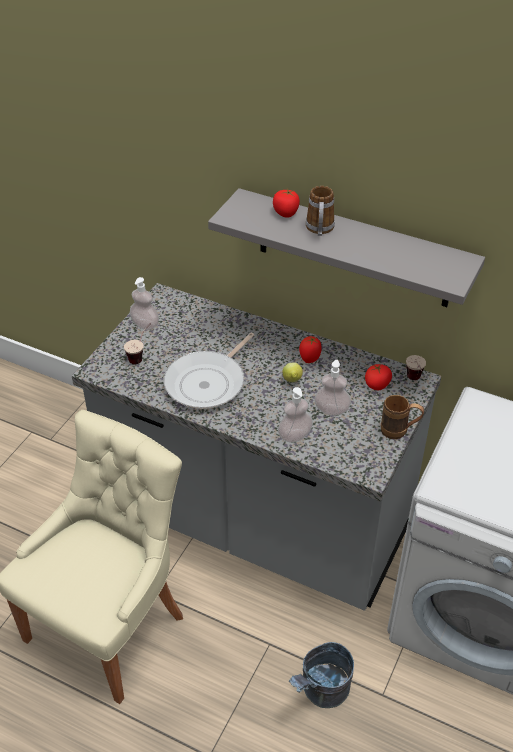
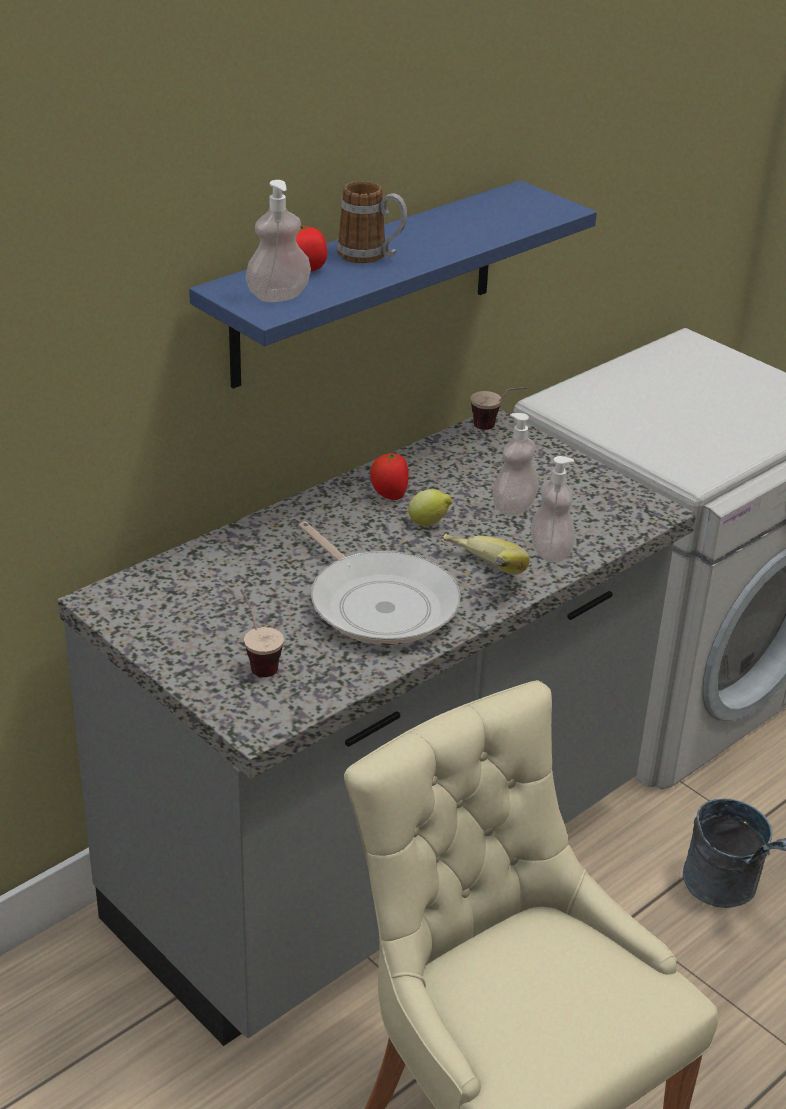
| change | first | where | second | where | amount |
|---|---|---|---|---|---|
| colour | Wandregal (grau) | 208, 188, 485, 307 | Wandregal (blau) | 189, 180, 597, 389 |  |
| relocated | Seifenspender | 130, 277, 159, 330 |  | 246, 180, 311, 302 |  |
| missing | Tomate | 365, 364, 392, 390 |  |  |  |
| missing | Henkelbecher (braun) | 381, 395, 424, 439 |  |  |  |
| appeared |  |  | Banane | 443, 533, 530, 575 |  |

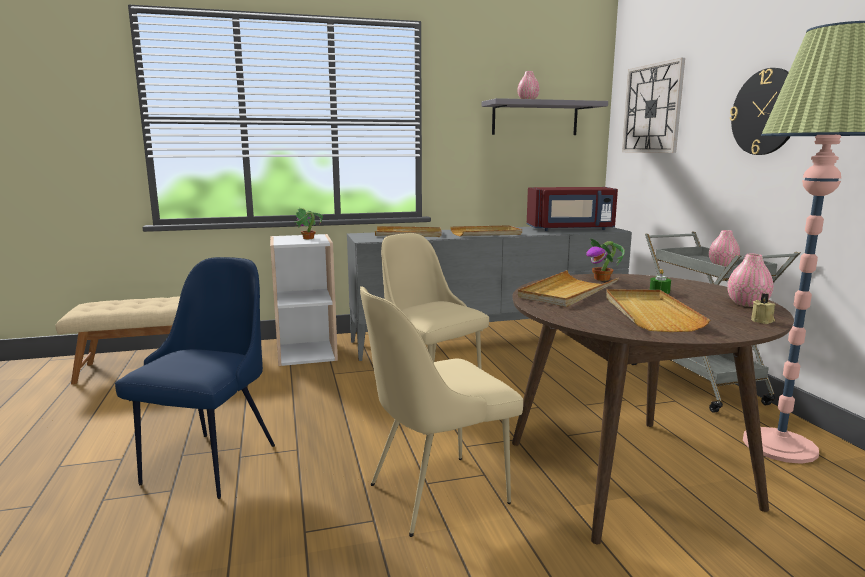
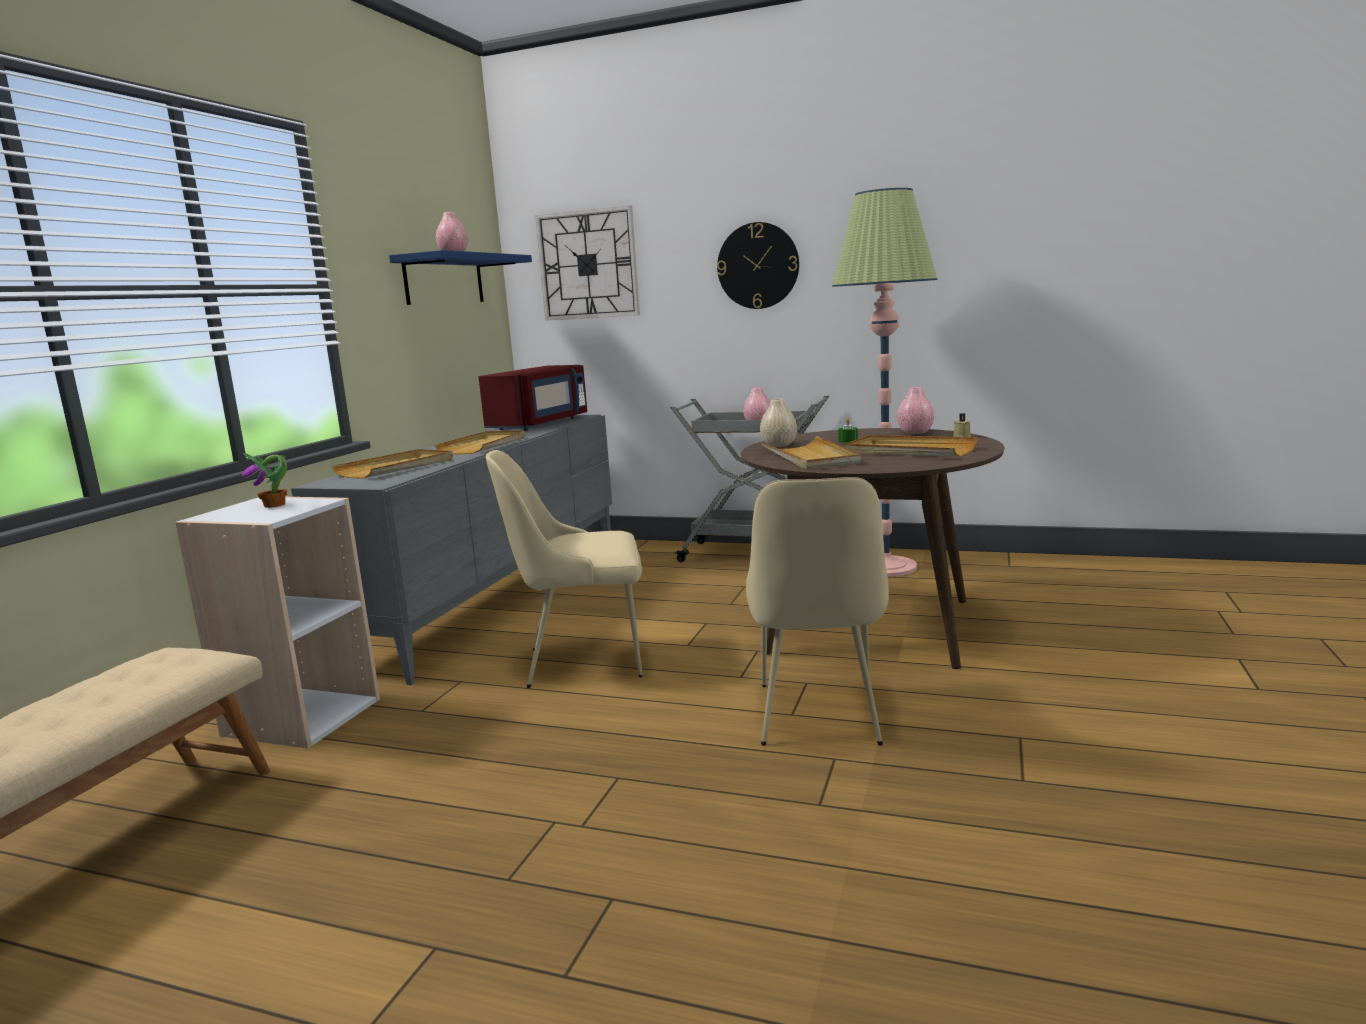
| change | first | where | second | where | amount |
|---|---|---|---|---|---|
| colour | Wandregal (grau) | 481, 98, 608, 135 | Wandregal (blau) | 389, 250, 532, 305 |  |
| exchanged | Topfpflanze | 586, 238, 625, 281 | Vase (beige) | 760, 399, 797, 447 |  |
| missing | Stuhl (blau) | 115, 257, 275, 499 |  |  |  |

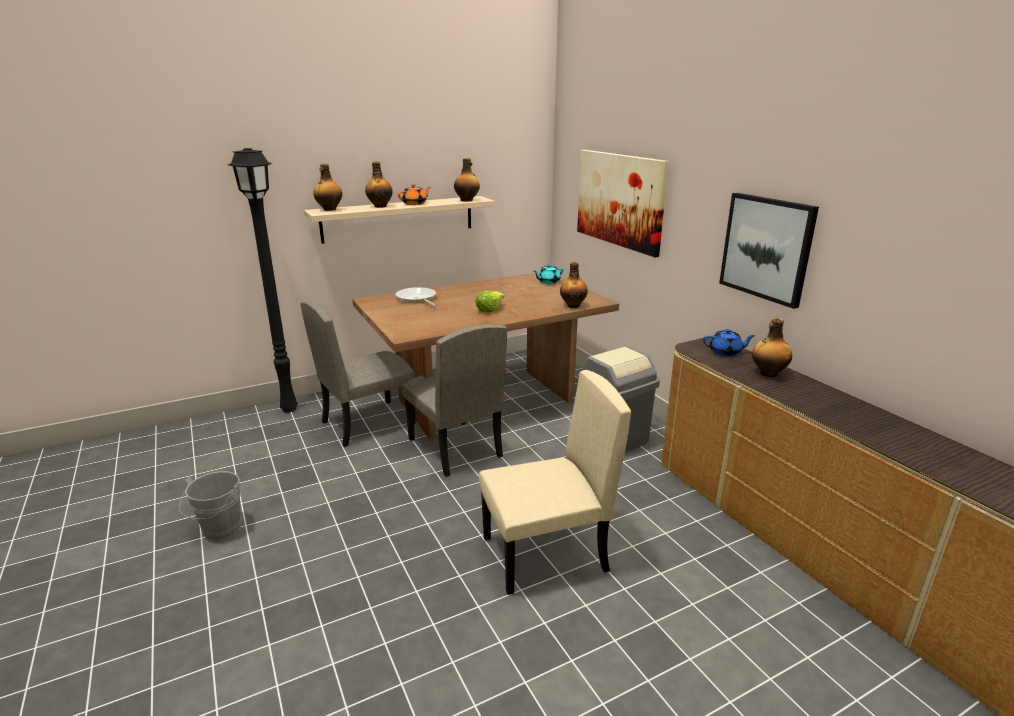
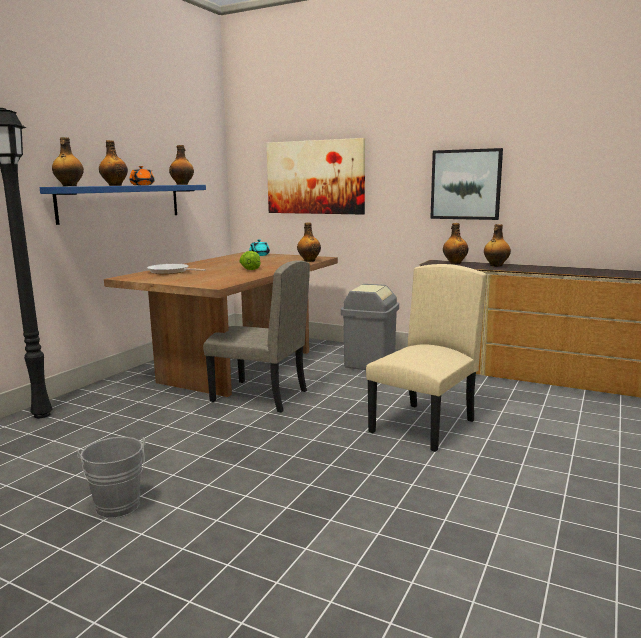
| change | first | where | second | where | amount |
|---|---|---|---|---|---|
| colour | Wandregal (beige) | 304, 196, 495, 244 | Wandregal (blau) | 39, 185, 206, 225 |  |
| missing | Stuhl (beige) | 300, 301, 416, 447 |  |  |  |
| exchanged | Teekanne (blau) | 703, 329, 756, 357 | Flasche | 443, 223, 468, 264 |  |

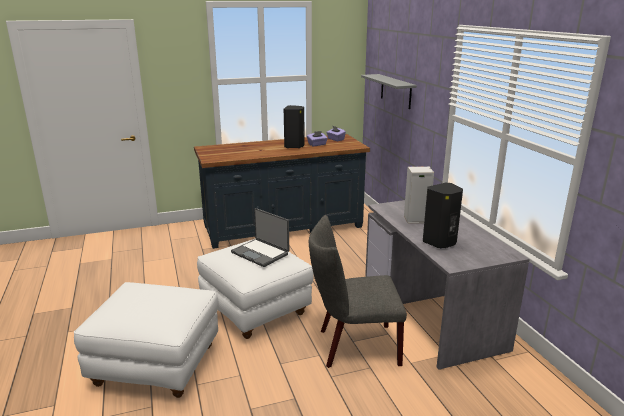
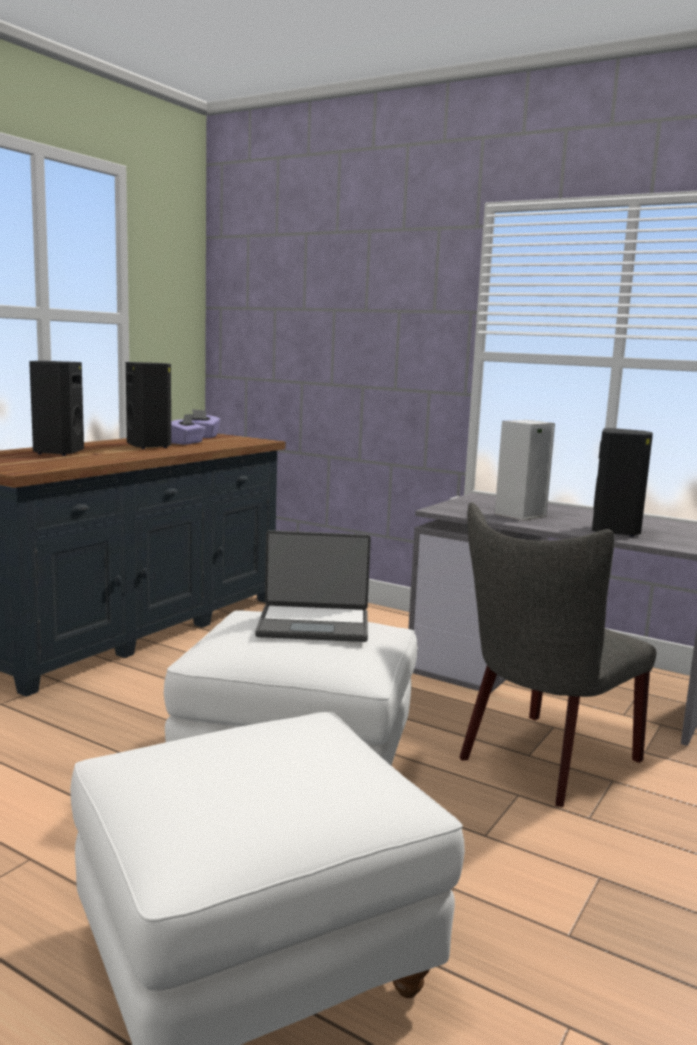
| change | first | where | second | where | amount |
|---|---|---|---|---|---|
| missing | Wandregal (grau) | 361, 74, 417, 109 |  |  |  |
| appeared |  |  | Lautsprecher (schwarz) | 29, 361, 84, 456 |  |

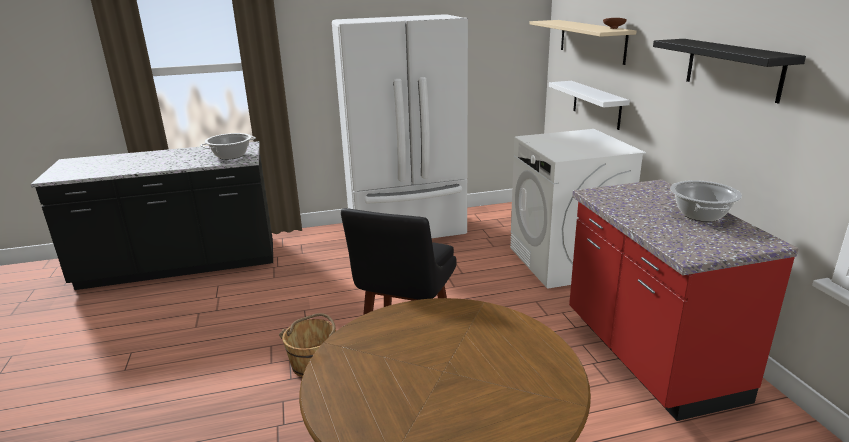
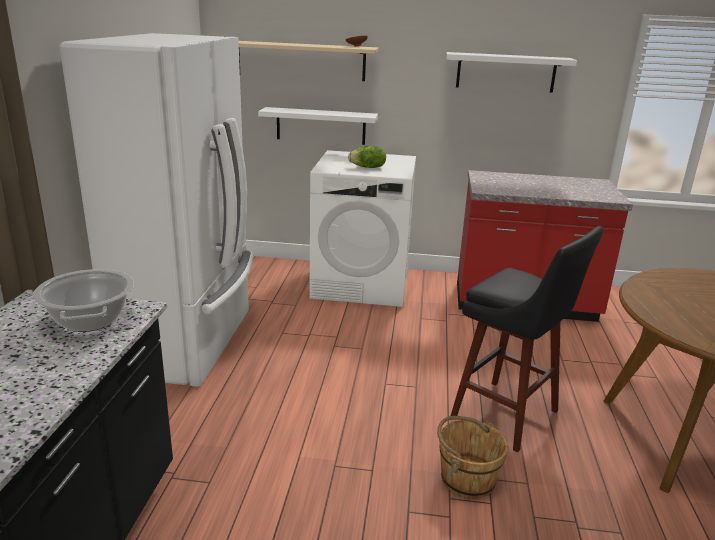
| change | first | where | second | where | amount |
|---|---|---|---|---|---|
| colour | Wandregal (schwarz) | 653, 39, 806, 103 | Wandregal (weiß) | 446, 52, 577, 93 |  |
| missing | Kochtopf | 670, 180, 742, 222 |  |  |  |
| appeared |  |  | Salatkopf | 348, 146, 386, 168 |  |

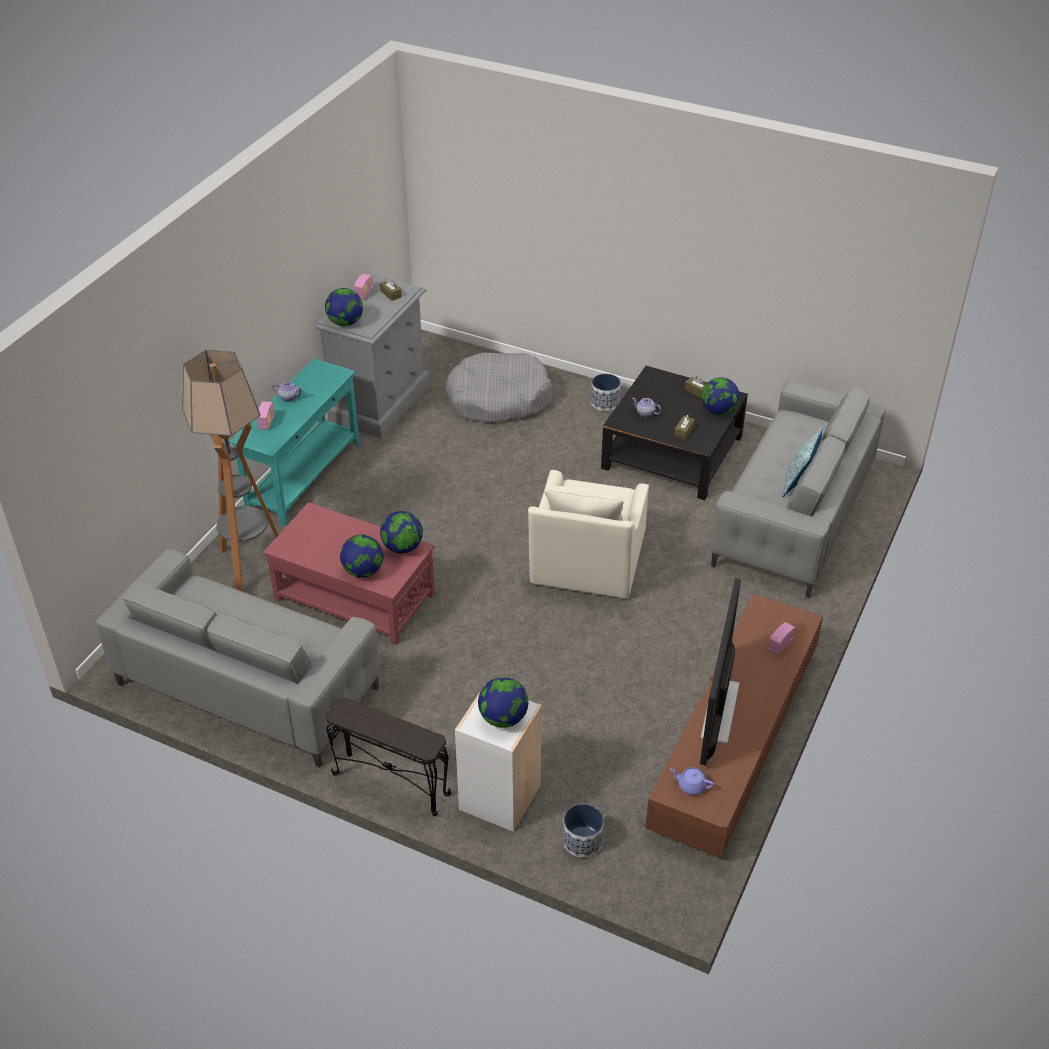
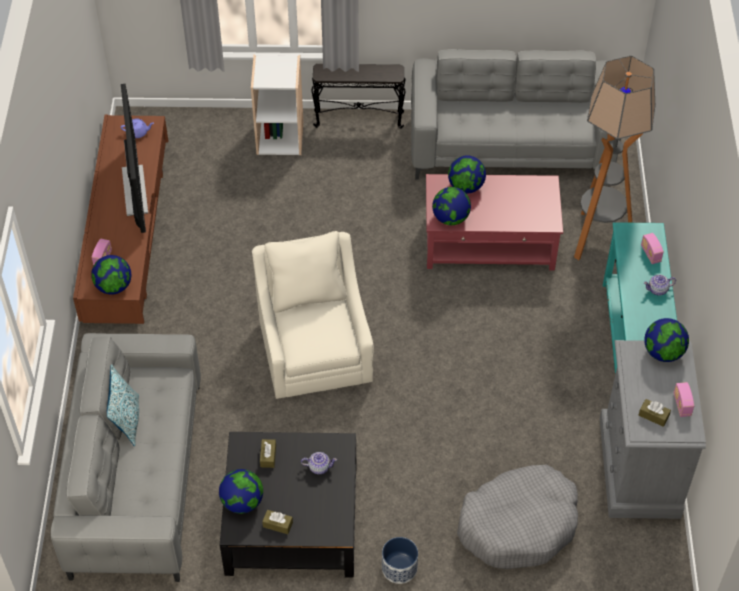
| change | first | where | second | where | amount |
|---|---|---|---|---|---|
| relocated | Globus | 478, 677, 528, 728 |  | 91, 255, 131, 295 |  |
| missing | Pflanzkübel | 563, 804, 604, 858 |  |  |  |

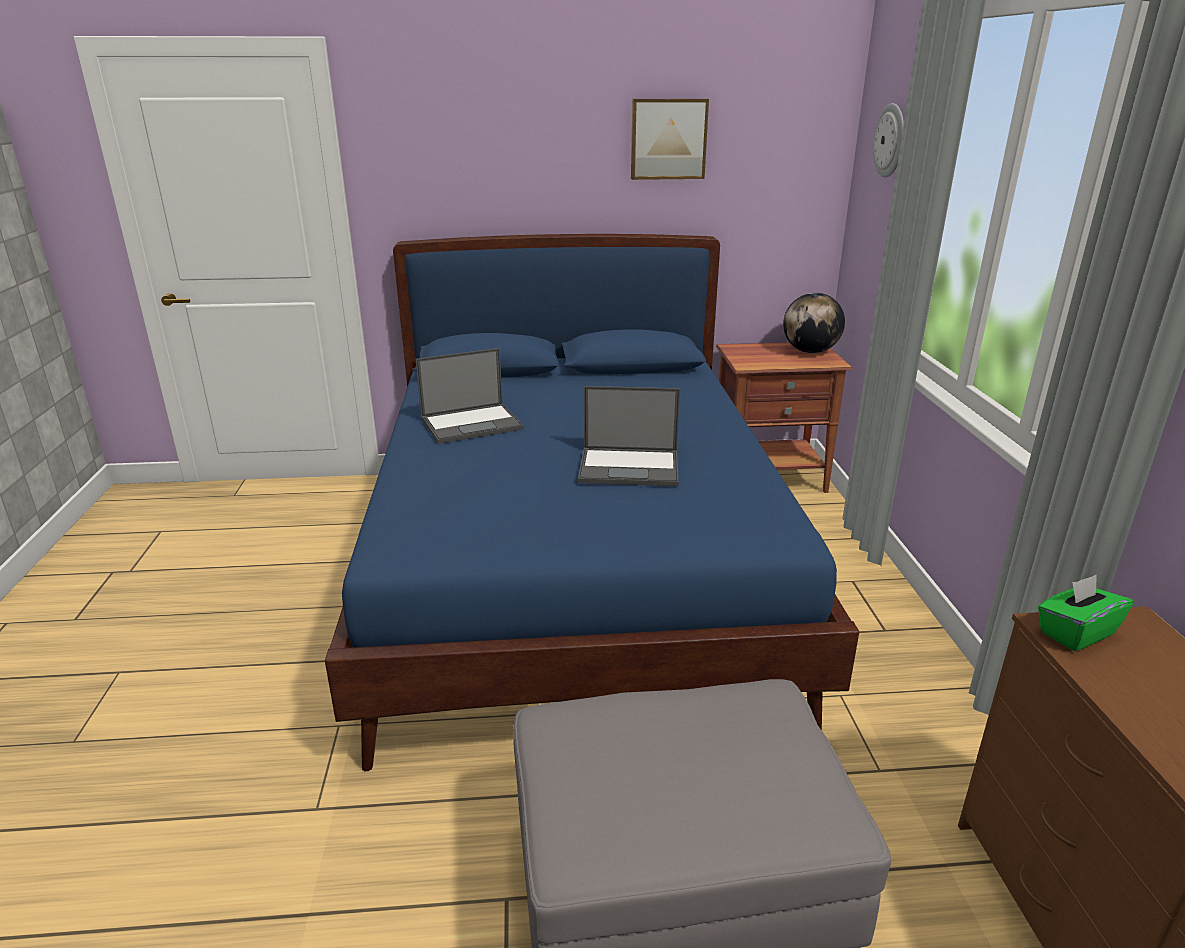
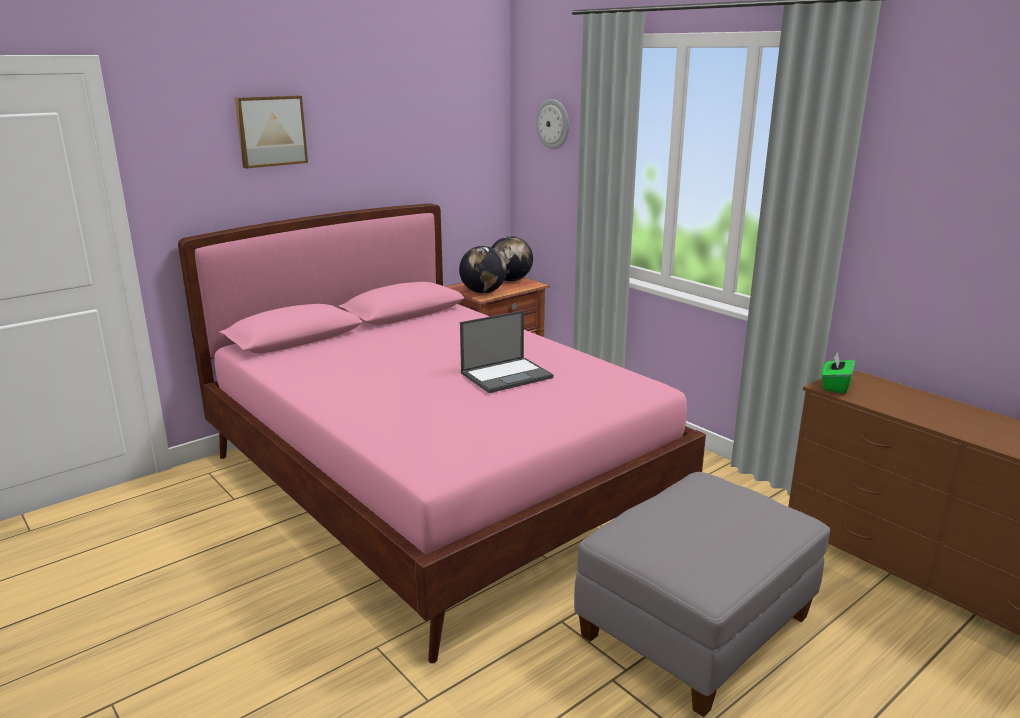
| change | first | where | second | where | amount |
|---|---|---|---|---|---|
| relocated | Bild | 631, 99, 709, 180 |  | 235, 96, 308, 169 |  |
| colour | Bett (blau) | 325, 234, 860, 771 | Bett (rosa) | 178, 203, 706, 663 |  |
| missing | Laptop | 416, 348, 524, 444 |  |  |  |
| appeared |  |  | Globus | 459, 246, 507, 293 |  |

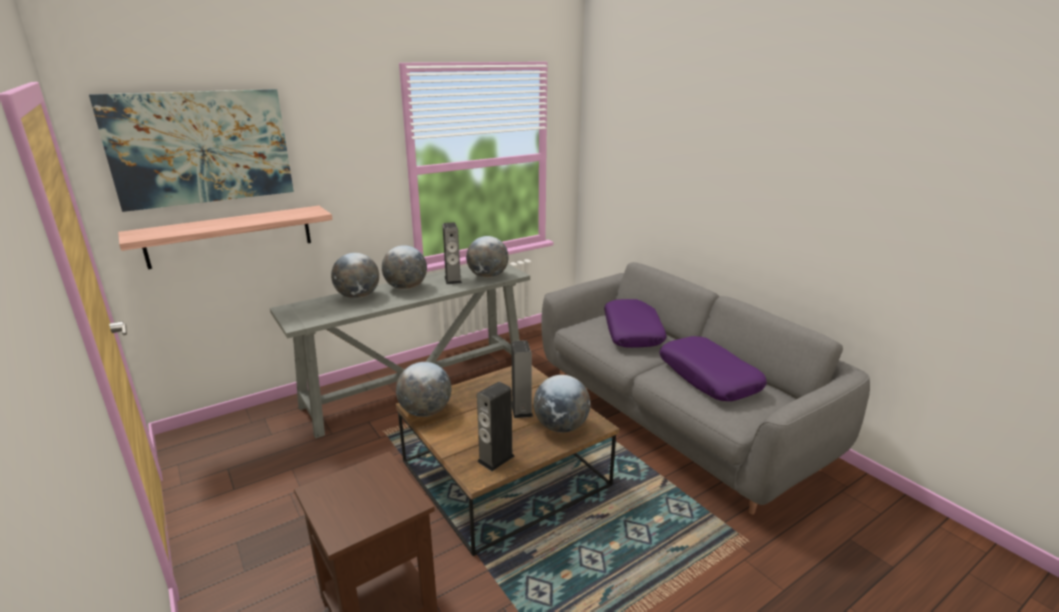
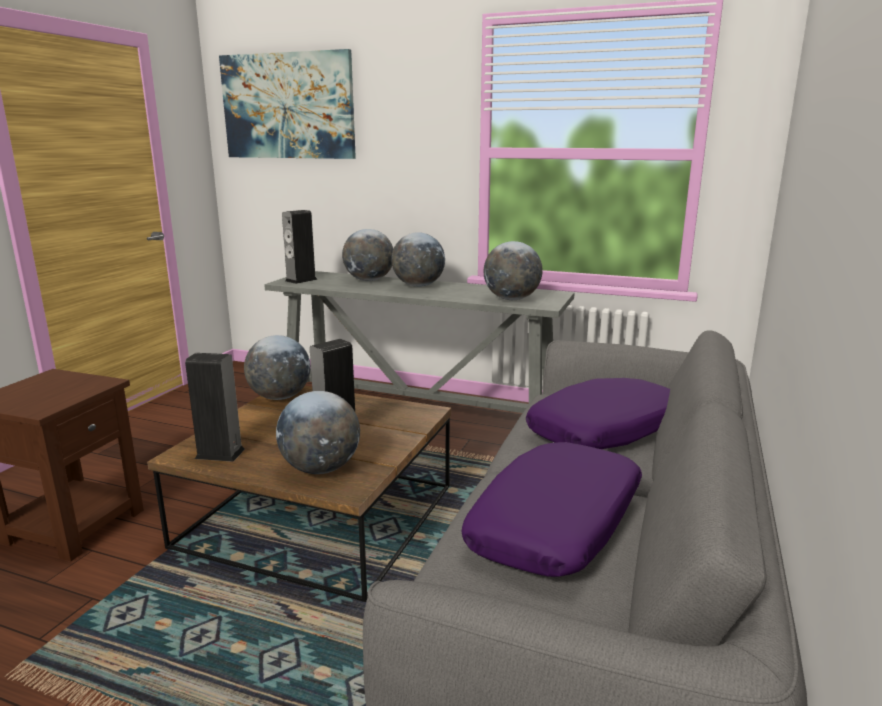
| change | first | where | second | where | amount |
|---|---|---|---|---|---|
| missing | Wandregal | 118, 206, 333, 269 |  |  |  |
| relocated | Lautsprecher | 442, 222, 462, 284 |  | 282, 210, 318, 284 |  |

